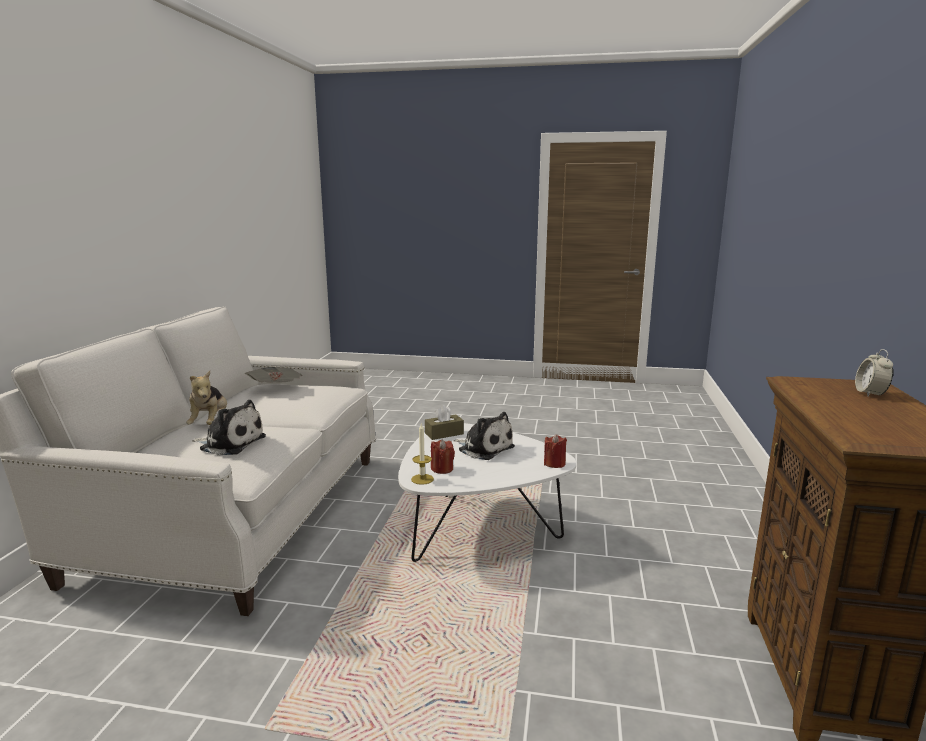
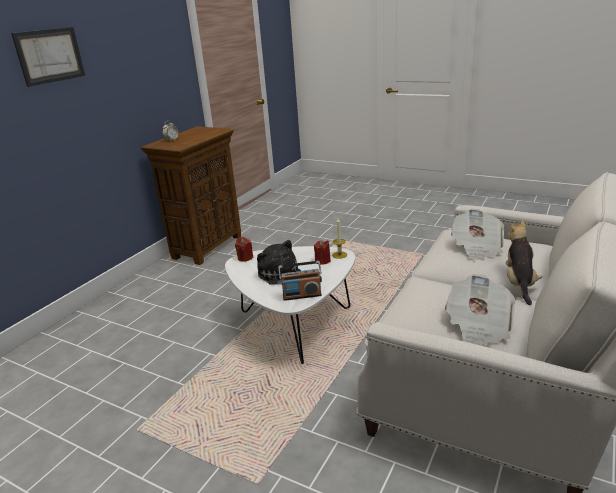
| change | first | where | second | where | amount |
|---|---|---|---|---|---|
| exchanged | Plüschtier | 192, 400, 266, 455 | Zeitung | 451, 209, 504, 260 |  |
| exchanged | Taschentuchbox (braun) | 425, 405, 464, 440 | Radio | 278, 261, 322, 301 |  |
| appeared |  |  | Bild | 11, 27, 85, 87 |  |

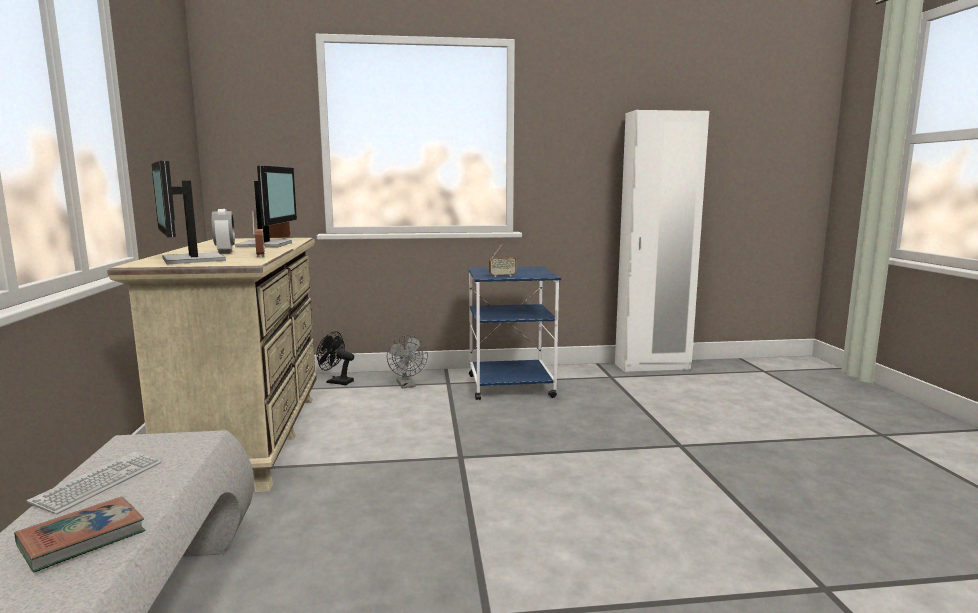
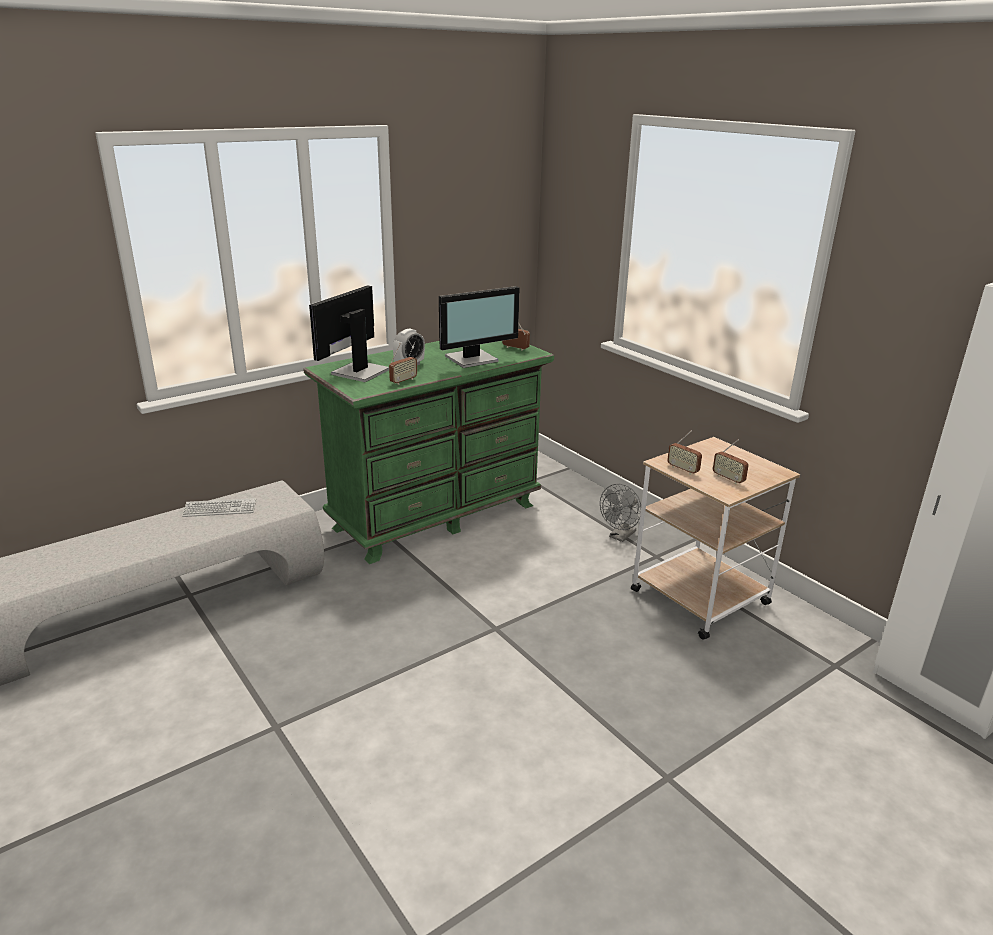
| change | first | where | second | where | amount |
|---|---|---|---|---|---|
| colour | Kommode (beige) | 107, 238, 317, 492 | Kommode (grün) | 303, 341, 554, 564 |  |
| colour | Rollwagen (blau) | 468, 266, 561, 400 | Rollwagen (beige) | 631, 437, 800, 640 |  |
| missing | Ventilator (schwarz) | 316, 331, 354, 385 |  |  |  |
| missing | Buch | 14, 497, 145, 573 |  |  |  |
| appeared |  |  | Radio | 713, 439, 749, 484 |  |

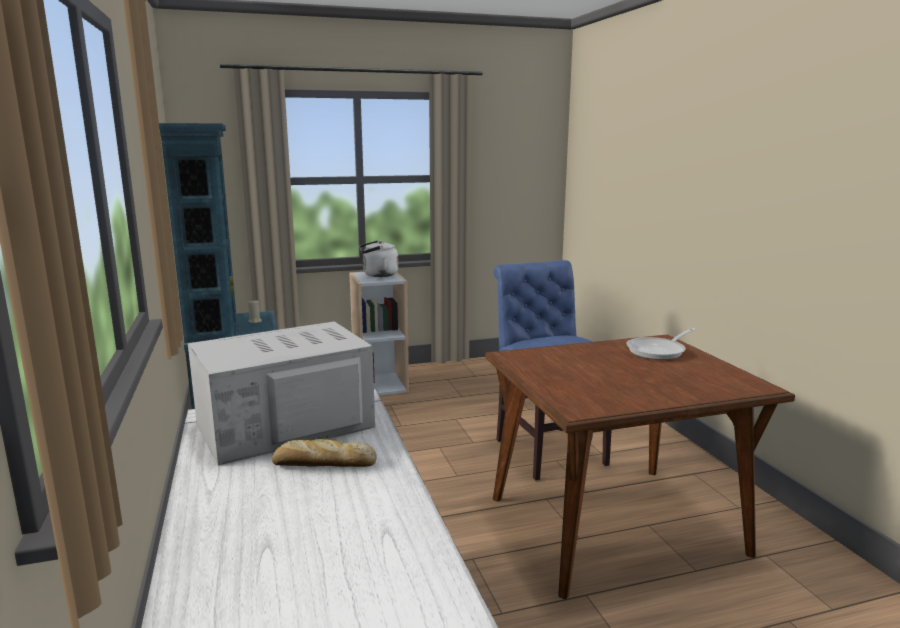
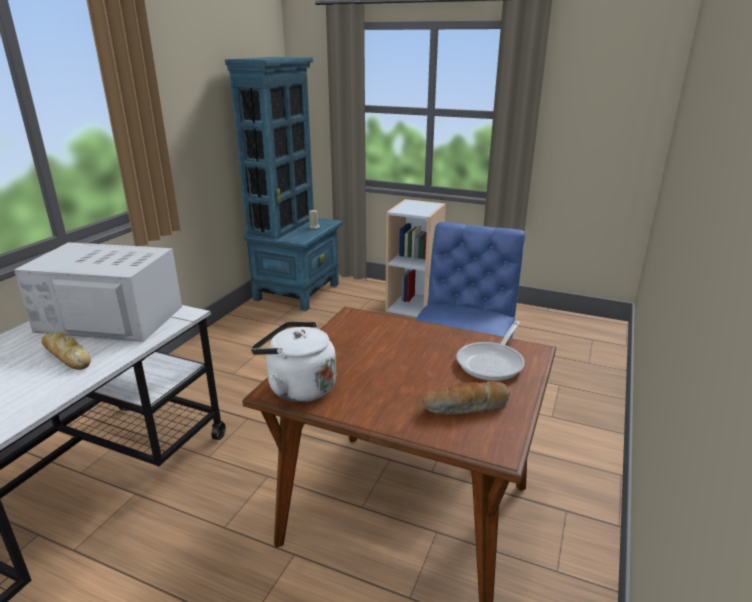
| change | first | where | second | where | amount |
|---|---|---|---|---|---|
| relocated | Wasserkessel (weiß) | 359, 240, 399, 277 |  | 251, 321, 336, 402 |  |
| spun | Pfanne | 627, 328, 696, 360 |  | 456, 321, 525, 381 | 60 degrees counterclockwise |
| appeared |  |  | Brot | 422, 381, 510, 414 |  |

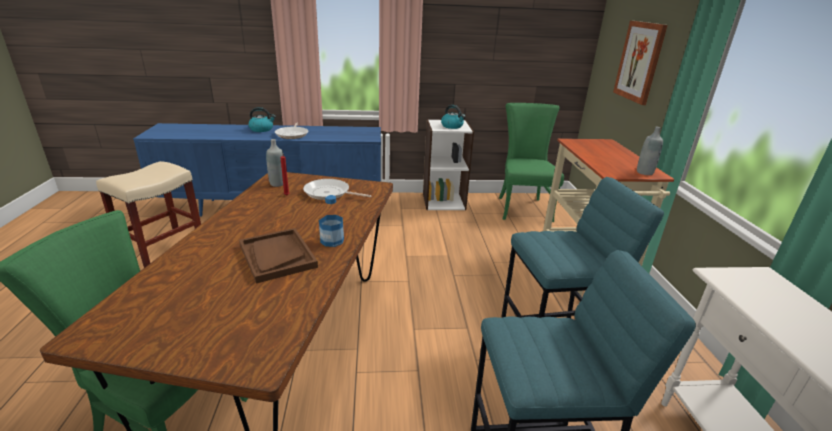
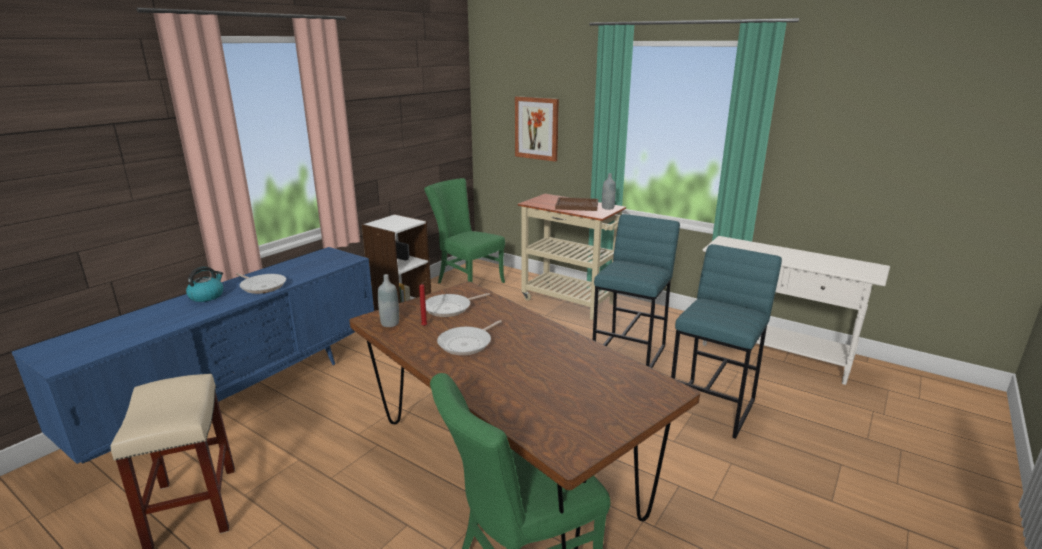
| change | first | where | second | where | amount |
|---|---|---|---|---|---|
| missing | Wasserkessel | 441, 105, 466, 129 |  |  |  |
| missing | Flasche | 319, 195, 344, 247 |  |  |  |
| relocated | Tablett (braun) | 239, 228, 318, 284 |  | 555, 197, 598, 211 |  |
| appeared |  |  | Pfanne | 437, 320, 502, 355 |  |

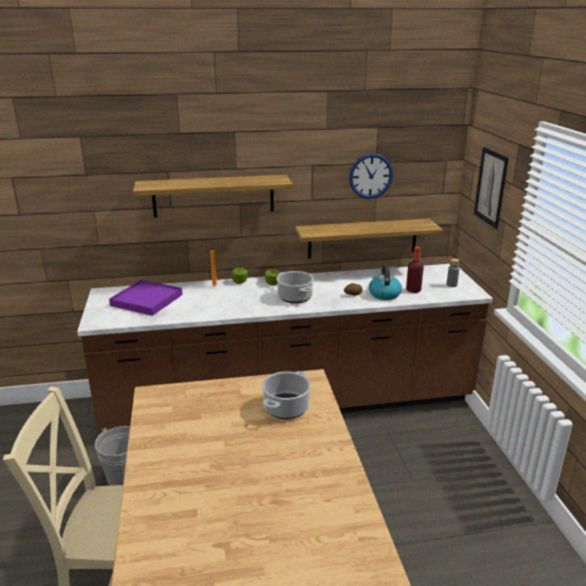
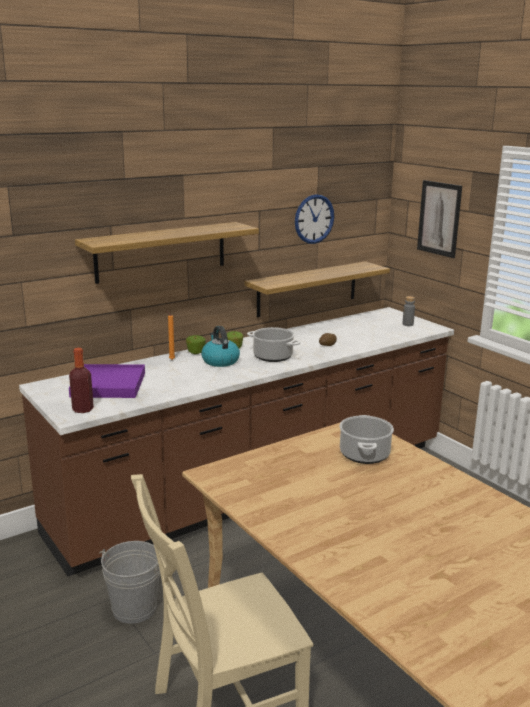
| change | first | where | second | where | amount |
|---|---|---|---|---|---|
| relocated | Flasche | 406, 247, 424, 293 |  | 69, 348, 94, 413 |  |
| relocated | Wasserkessel | 369, 265, 402, 300 |  | 201, 326, 240, 367 |  |

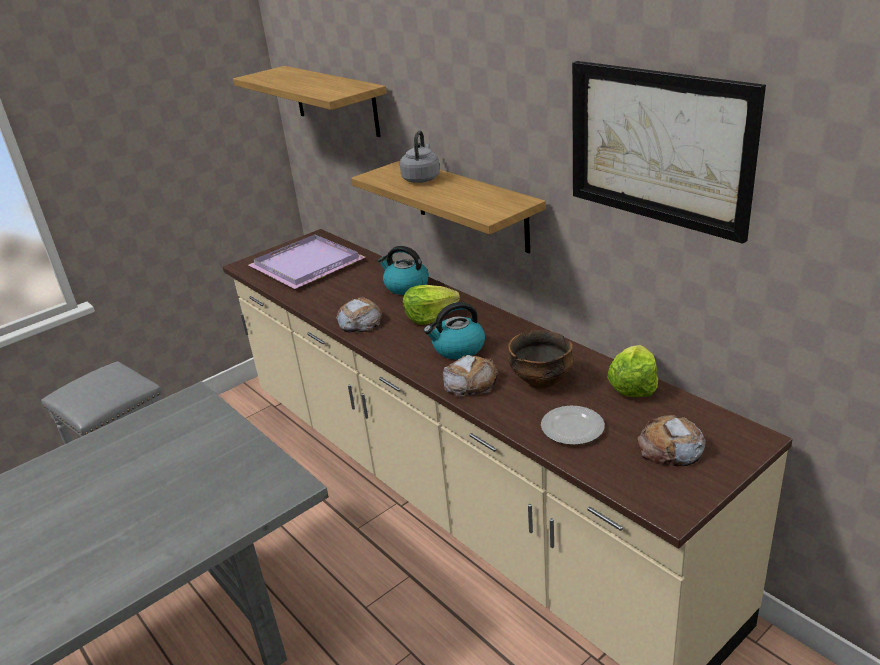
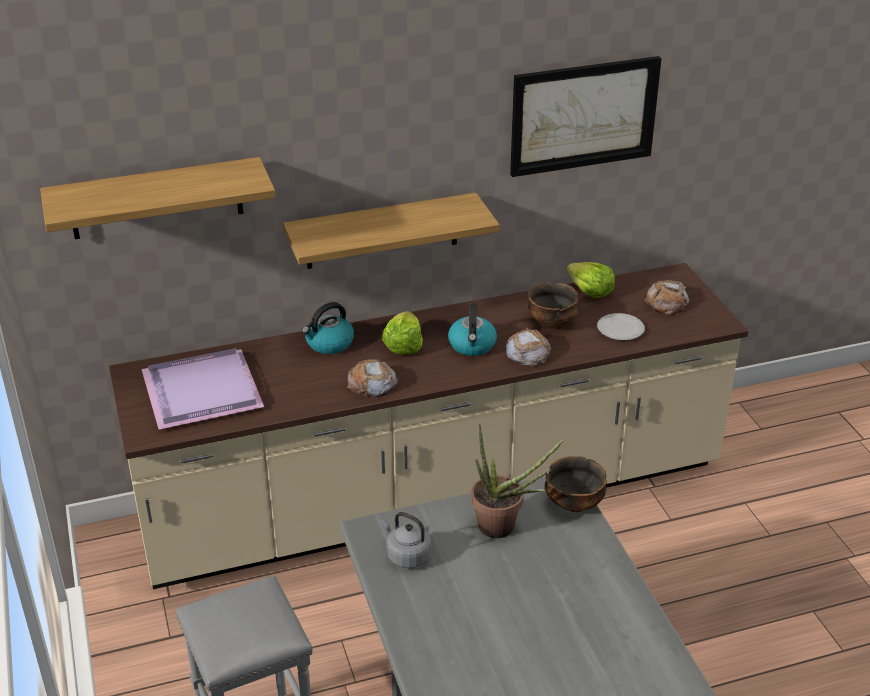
| change | first | where | second | where | amount |
|---|---|---|---|---|---|
| relocated | Wasserkessel (grau) | 400, 130, 440, 183 |  | 381, 512, 431, 568 |  |
| appeared |  |  | Topfpflanze | 471, 423, 564, 538 |  |
| appeared |  |  | Schüssel | 545, 456, 607, 512 |  |

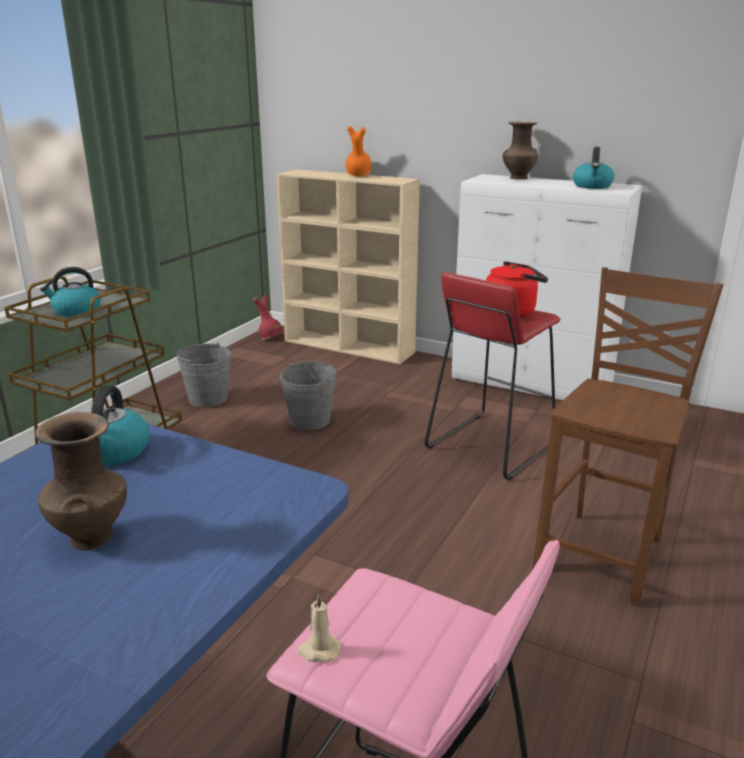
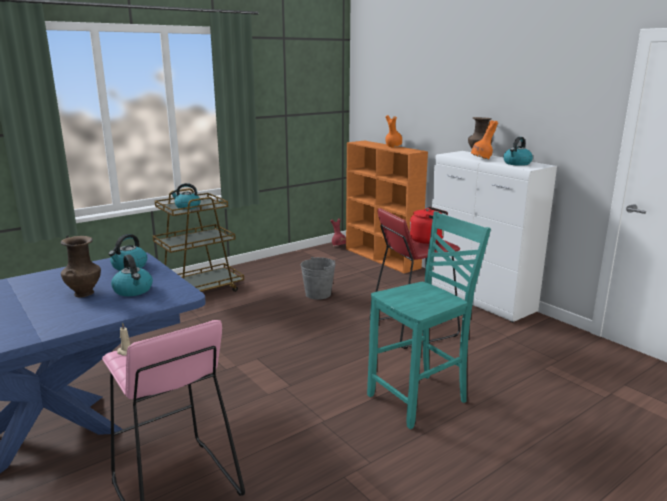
| change | first | where | second | where | amount |
|---|---|---|---|---|---|
| colour | Bücherregal (beige) | 276, 169, 420, 364 | Bücherregal (orange) | 346, 141, 428, 273 |  |
| colour | Stuhl (braun) | 533, 267, 724, 606 | Stuhl (türkis) | 367, 211, 491, 429 |  |
| missing | Eimer (grau) | 177, 342, 231, 407 |  |  |  |
| appeared |  |  | Vase (orange) | 471, 120, 498, 159 |  |
| appeared |  |  | Wasserkessel | 111, 254, 153, 296 |  |

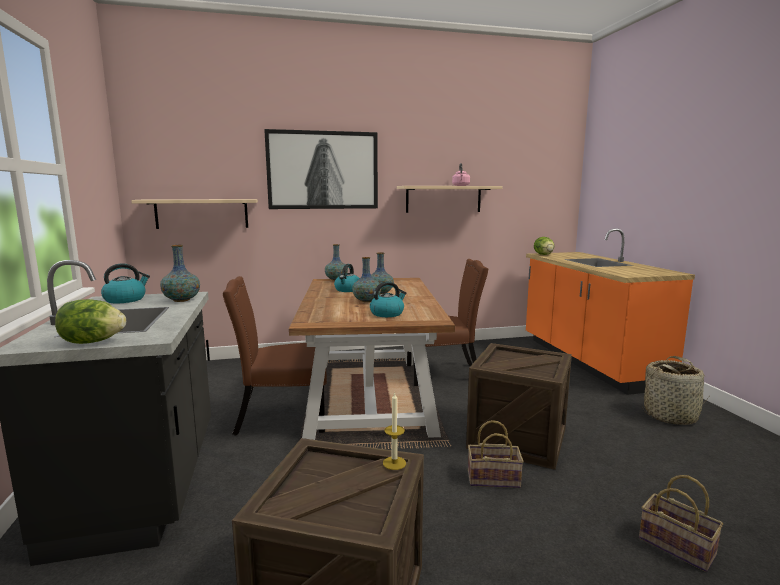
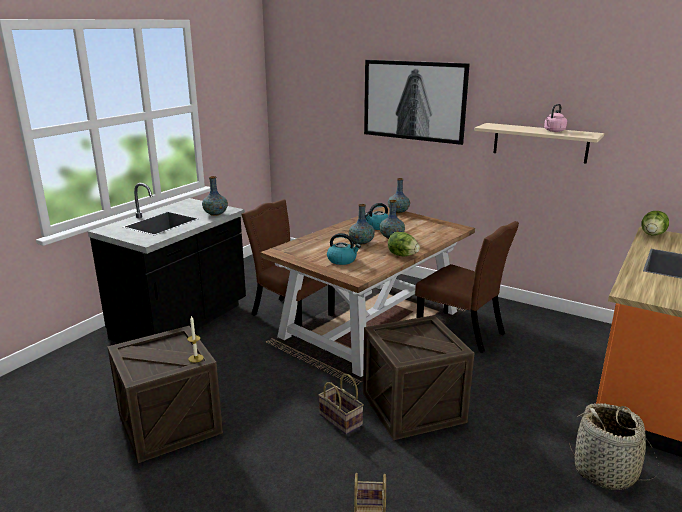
| change | first | where | second | where | amount |
|---|---|---|---|---|---|
| missing | Wandregal (beige) | 131, 199, 258, 229 |  |  |  |
| missing | Wasserkessel | 101, 263, 150, 303 |  |  |  |
| relocated | Salatkopf | 55, 299, 126, 344 |  | 388, 232, 420, 256 |  |

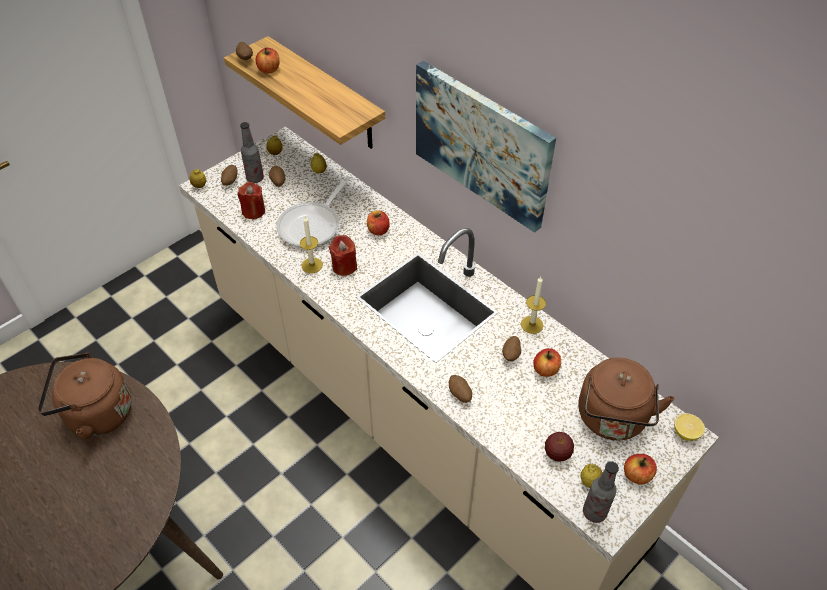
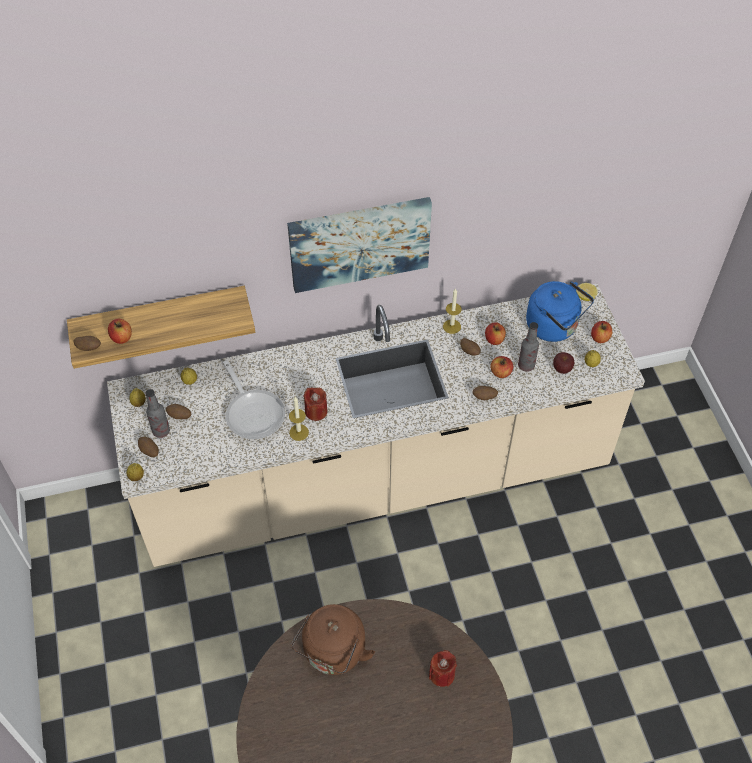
| change | first | where | second | where | amount |
|---|---|---|---|---|---|
| relocated | Kerze (rot) | 237, 182, 265, 219 |  | 429, 650, 457, 687 |  |
| relocated | Apfel | 367, 210, 390, 235 |  | 491, 356, 513, 378 |  |
| colour | Wasserkessel (braun) | 578, 357, 674, 440 | Wasserkessel (blau) | 526, 281, 594, 342 |  |
| relocated | Flasche | 583, 461, 619, 523 |  | 518, 322, 539, 372 |  |

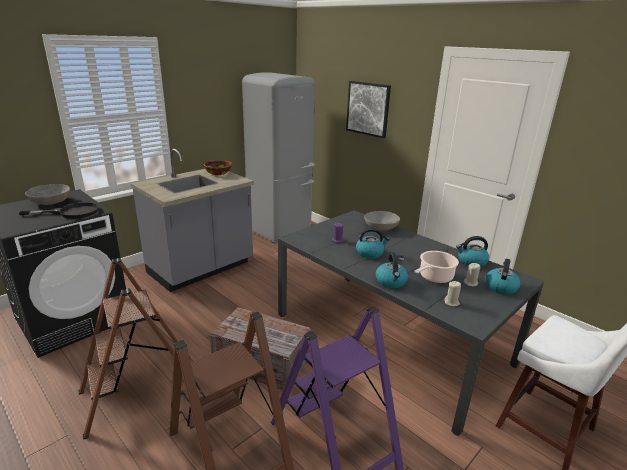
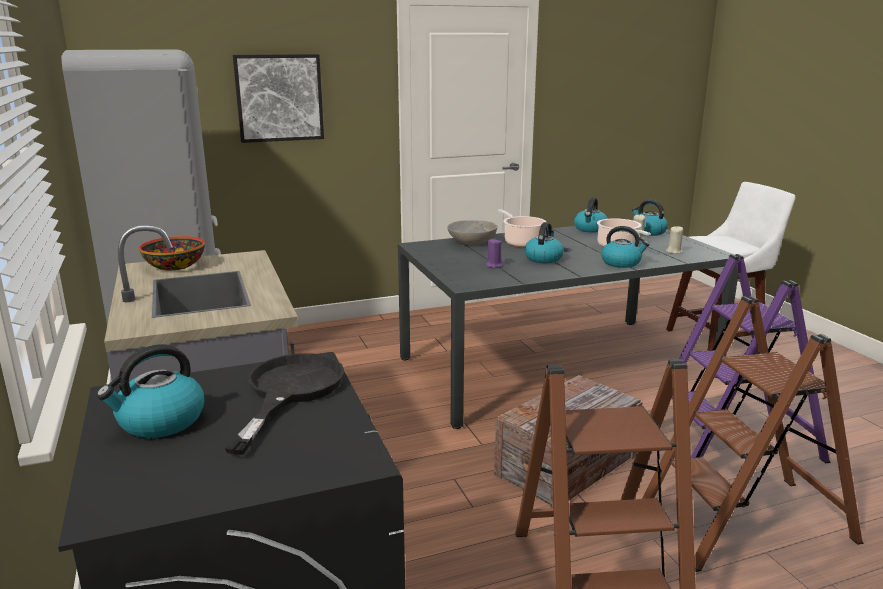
| change | first | where | second | where | amount |
|---|---|---|---|---|---|
| exchanged | Schüssel (grau) | 25, 184, 70, 205 | Wasserkessel | 97, 344, 204, 438 |  |
| appeared |  |  | Kochtopf | 498, 209, 546, 247 |  |

